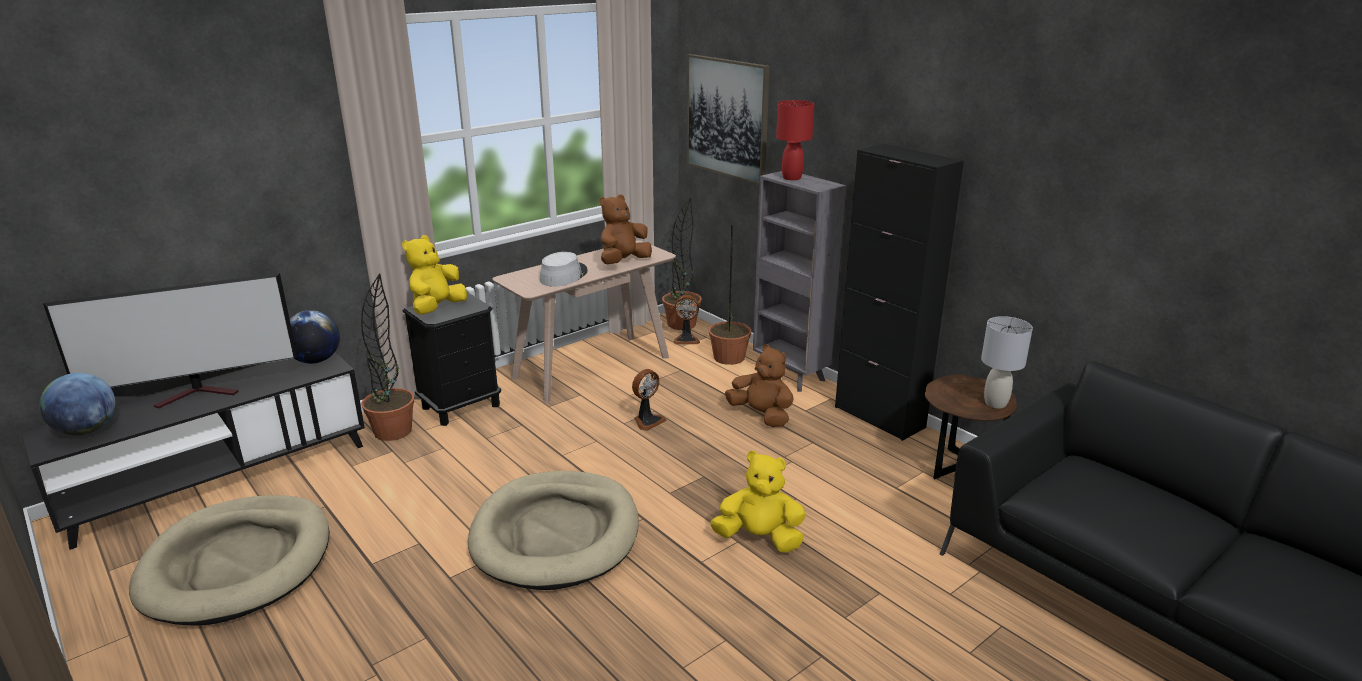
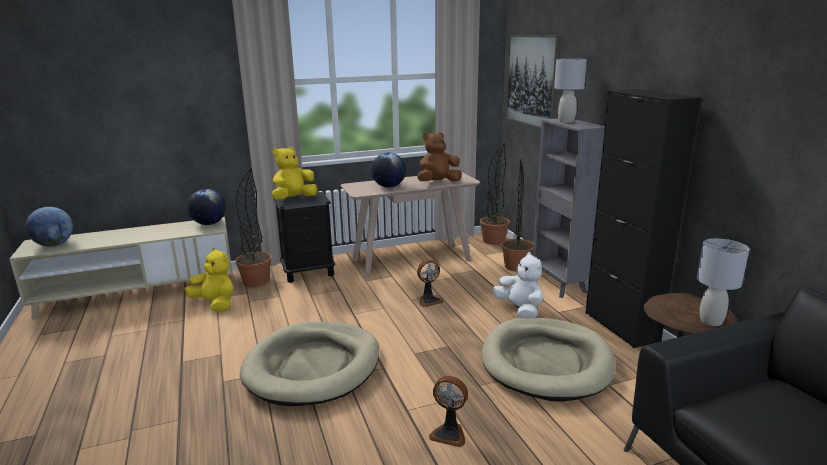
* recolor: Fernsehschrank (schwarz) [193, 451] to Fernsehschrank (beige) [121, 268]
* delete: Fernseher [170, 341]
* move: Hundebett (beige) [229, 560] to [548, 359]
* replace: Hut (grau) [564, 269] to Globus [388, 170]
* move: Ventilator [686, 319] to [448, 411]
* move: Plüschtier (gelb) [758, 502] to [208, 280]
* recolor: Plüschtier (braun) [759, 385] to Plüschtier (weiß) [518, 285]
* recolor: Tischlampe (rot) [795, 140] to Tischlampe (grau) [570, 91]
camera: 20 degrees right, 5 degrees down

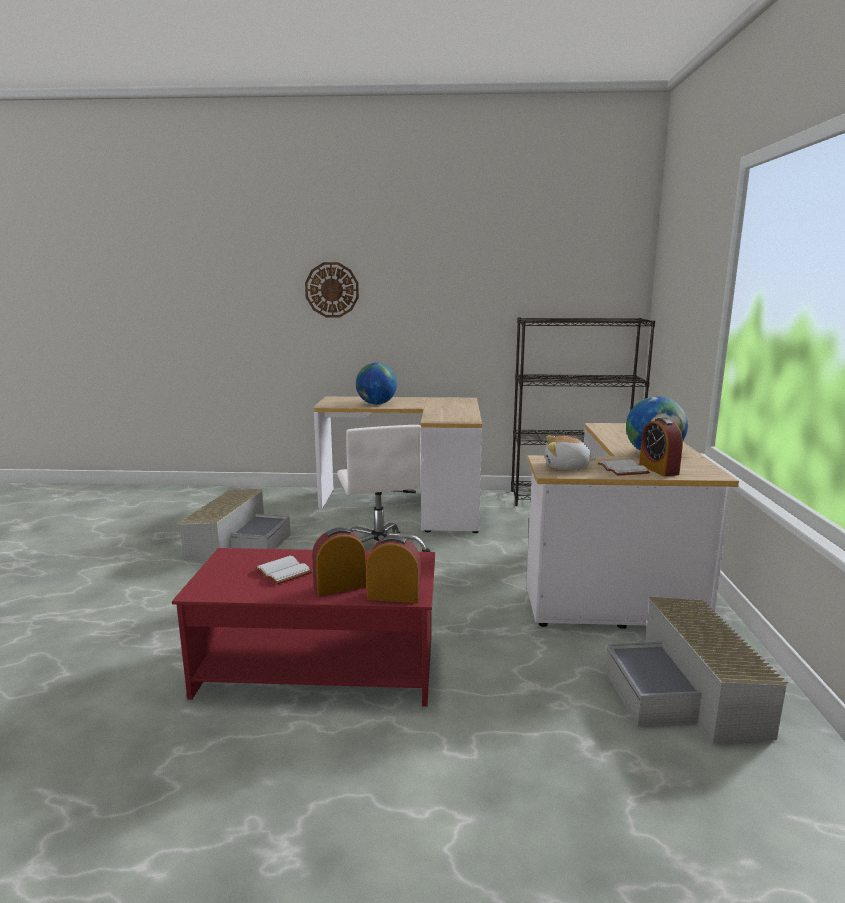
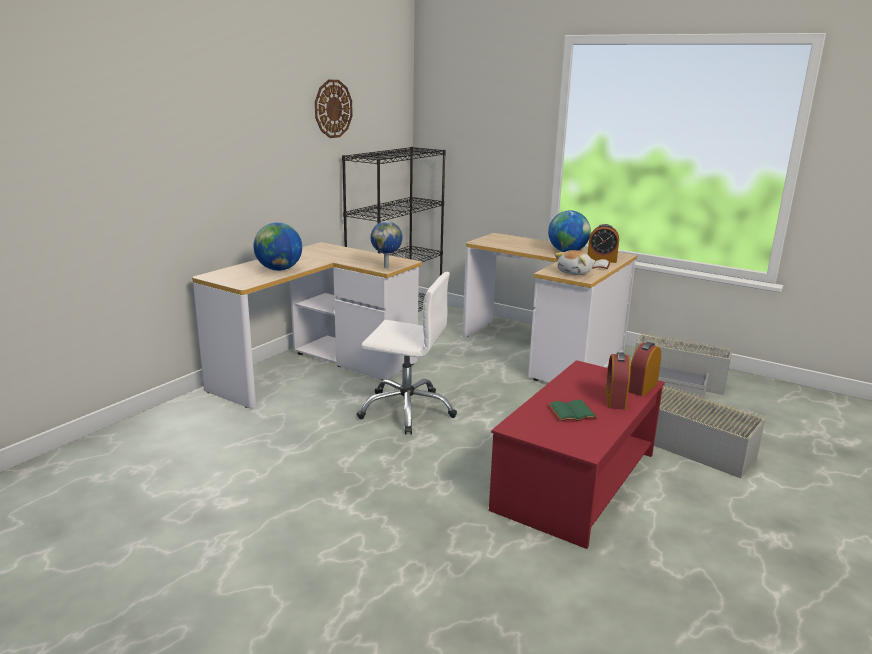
* move: Aufbewahrungsbox (grau) [235, 525] to [710, 431]
* recolor: Buch (weiß) [284, 570] to Buch (grün) [572, 410]
* move: Wanduhr [332, 290] to [334, 109]
* insert: Globus [386, 244]
camera: 60 degrees left, 5 degrees up

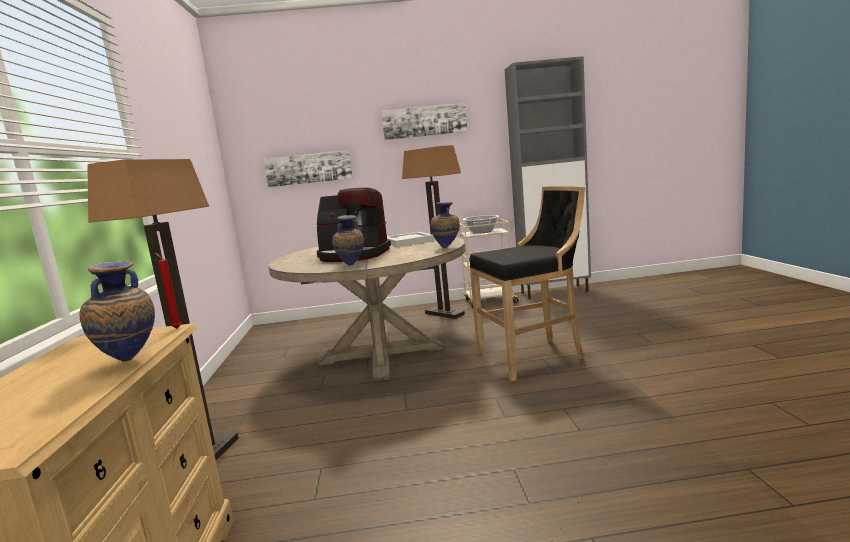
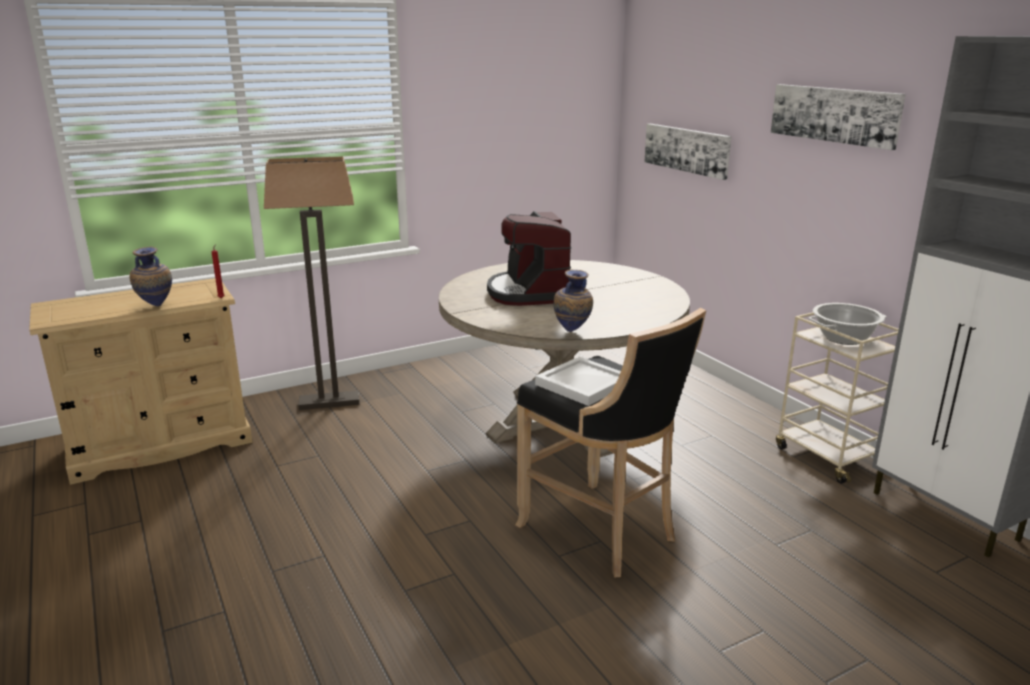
* delete: Vase [348, 240]
* move: Tablett (weiß) [410, 239] to [578, 381]
* delete: Stehlampe [433, 232]
camera: 65 degrees right, 10 degrees up

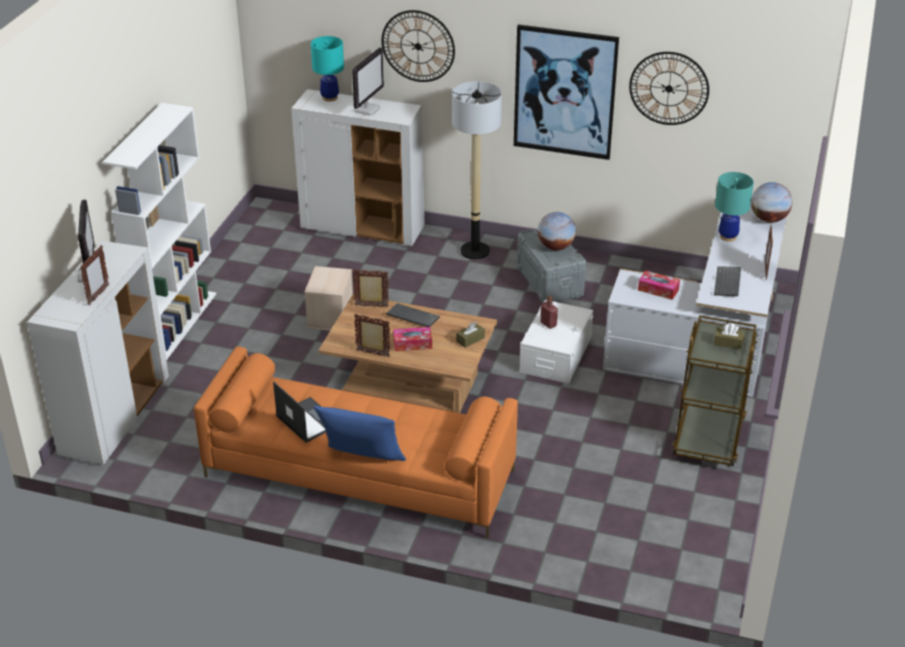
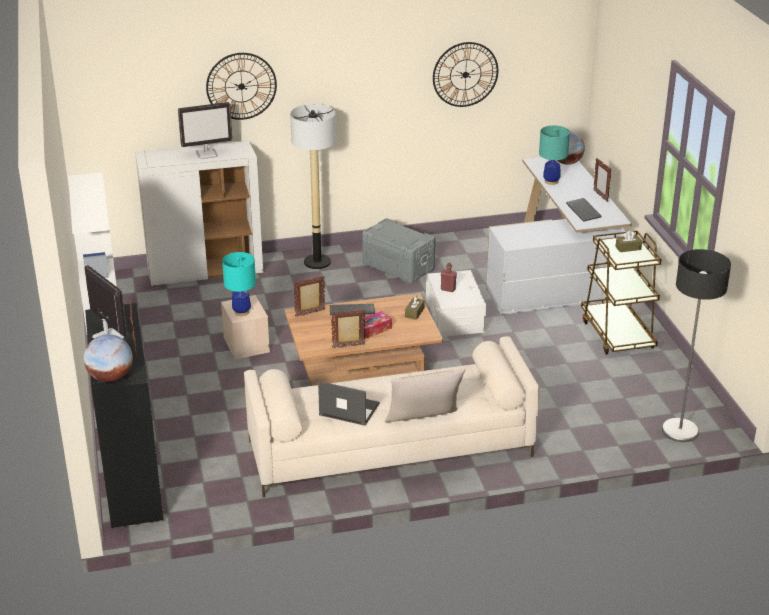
* recolor: Schrank (weiß) [98, 353] to Schrank (schwarz) [124, 415]
* recolor: Sofa (orange) [356, 442] to Sofa (beige) [392, 416]
* move: Tischlampe (türkis) [327, 69] to [239, 284]
* recolor: Kissen (blau) [360, 433] to Kissen (beige) [425, 395]
* rotate: Monitor [368, 81] = [205, 130] 75 degrees clockwise
* delete: Bild [566, 92]
* move: Globus [557, 231] to [108, 358]
* delete: Taschentuchbox [659, 285]
* insert: Stehlampe [696, 345]
camera: 30 degrees left, 5 degrees down

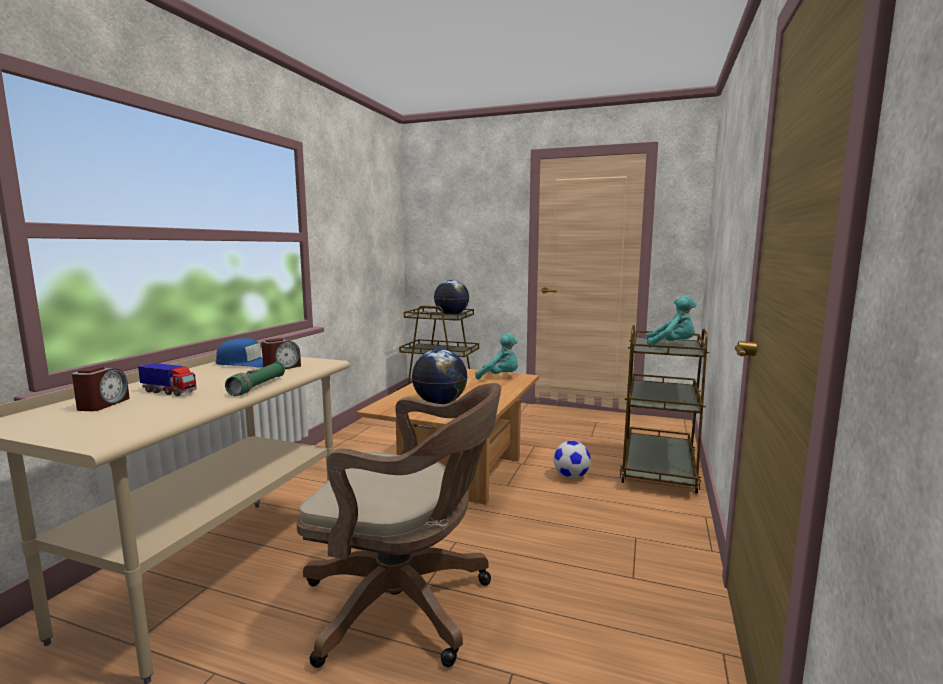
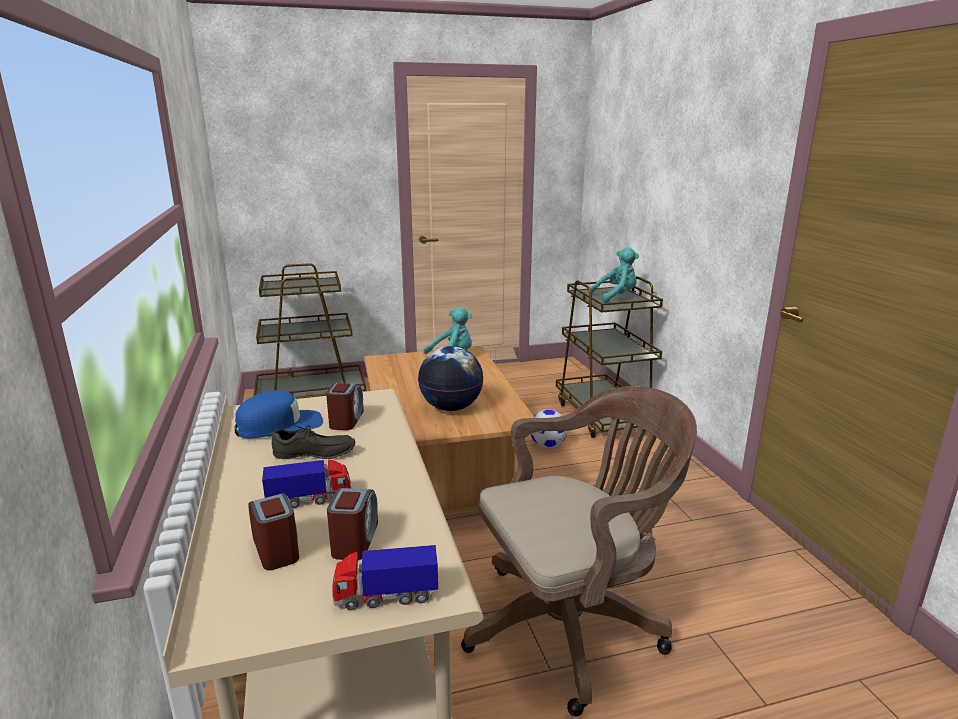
* delete: Taschenlampe (grün) [255, 378]
* delete: Globus [451, 297]
* insert: Schuh (grau) [313, 442]
* insert: Wecker [352, 524]
* insert: Spielzeuglaster [385, 577]
camera: 35 degrees left, 10 degrees up

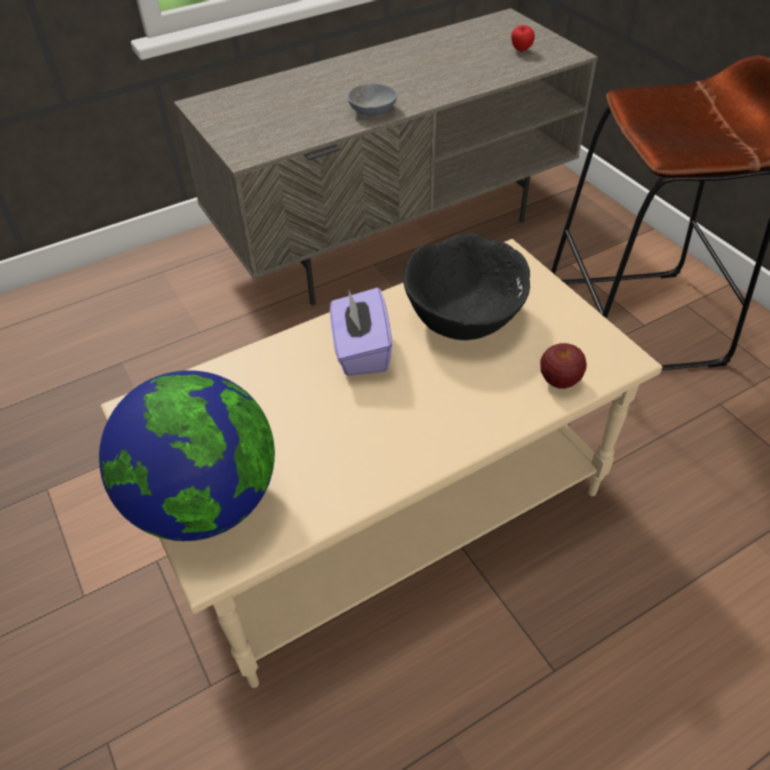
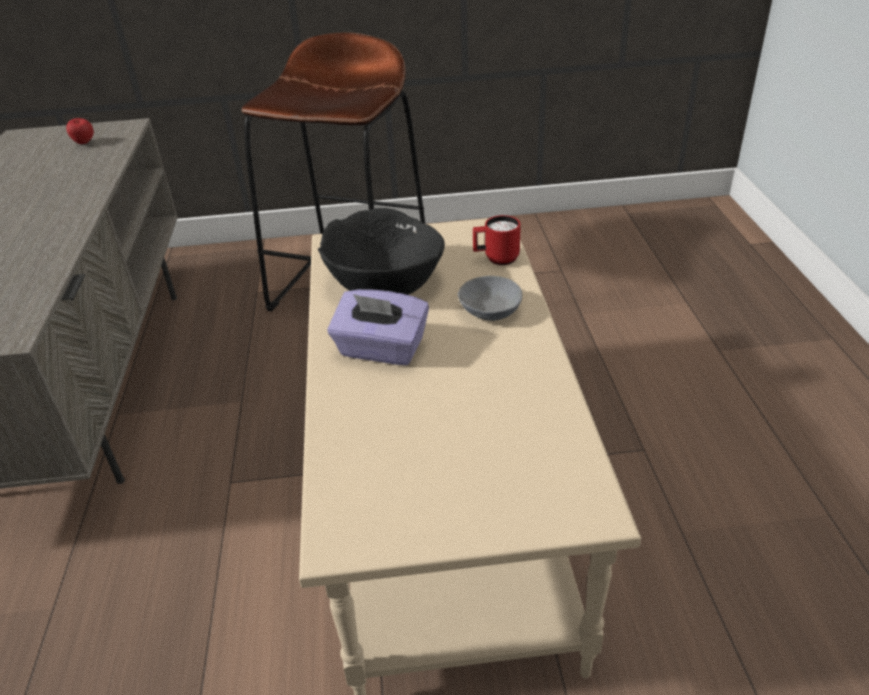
* delete: Globus [187, 455]
* move: Schüssel (grau) [372, 99] to [490, 298]
* replace: Apfel [563, 366] to Henkelbecher (rot) [497, 240]
camera: 65 degrees left, 10 degrees down

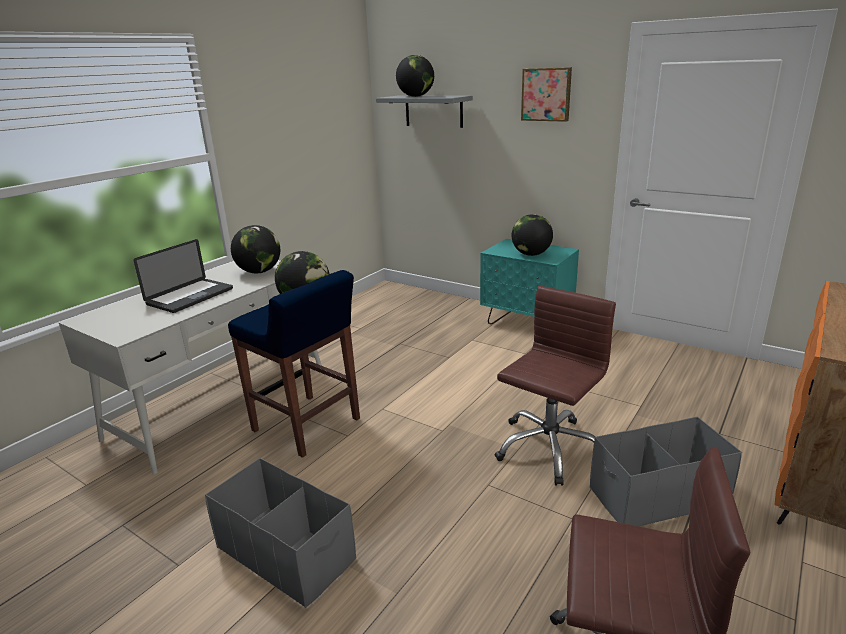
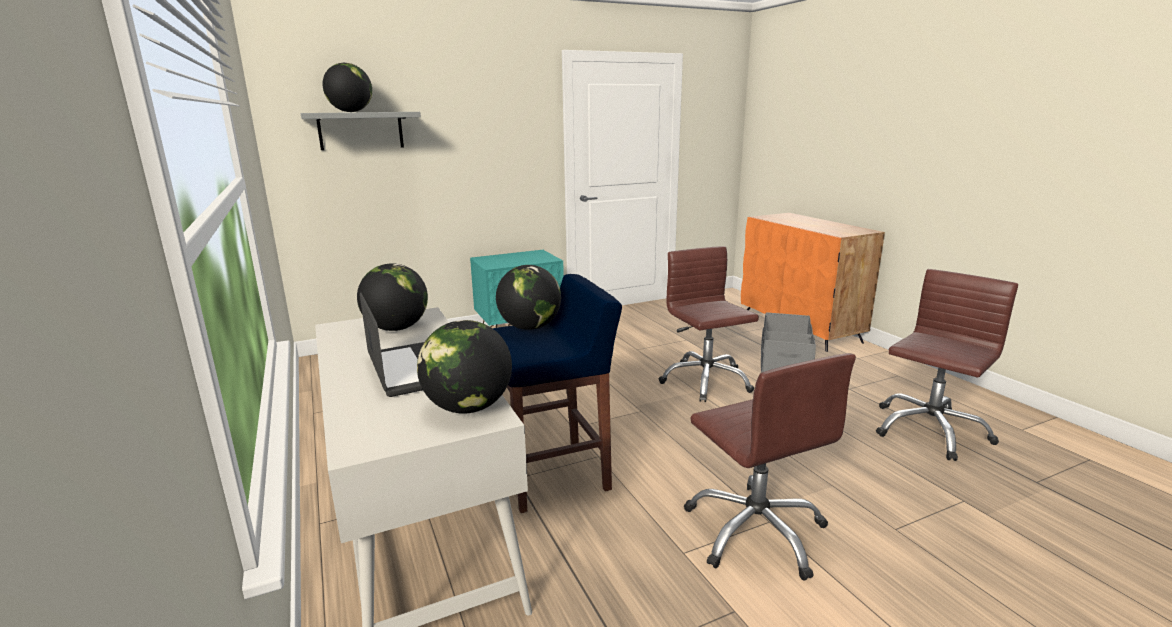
* replace: Aufbewahrungsbox (grau) [280, 533] to Bürostuhl (braun) [770, 467]
* move: Globus [532, 235] to [464, 367]
* delete: Bild [546, 94]
camera: 60 degrees left, 5 degrees down

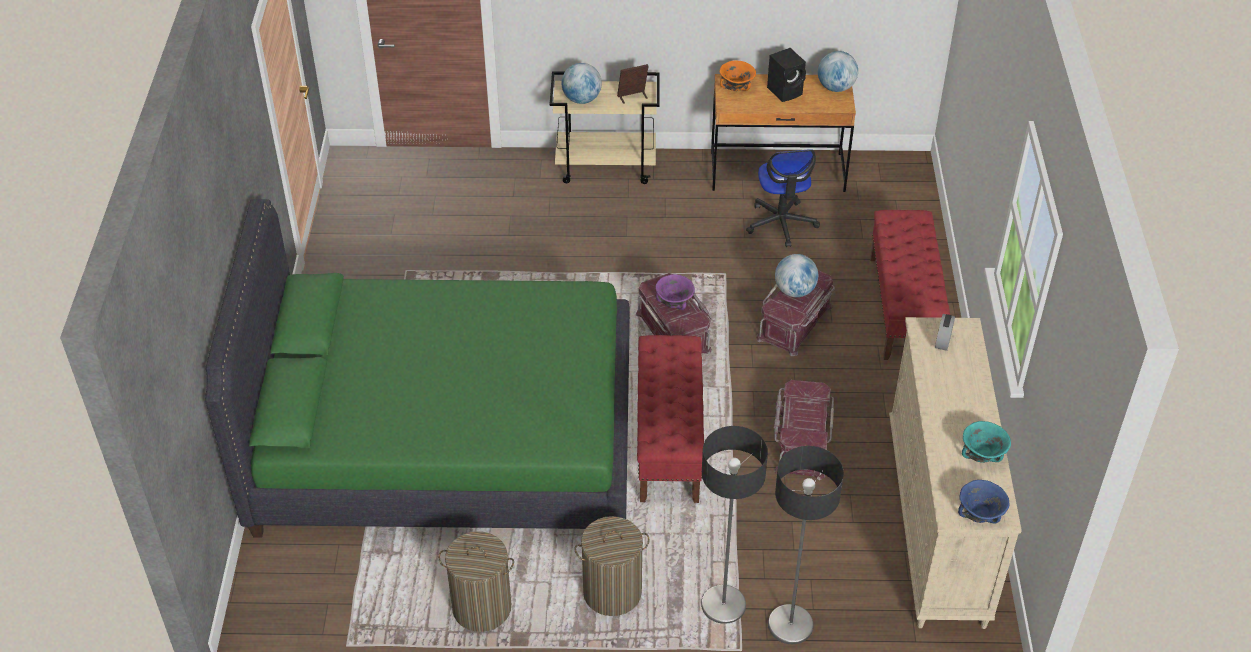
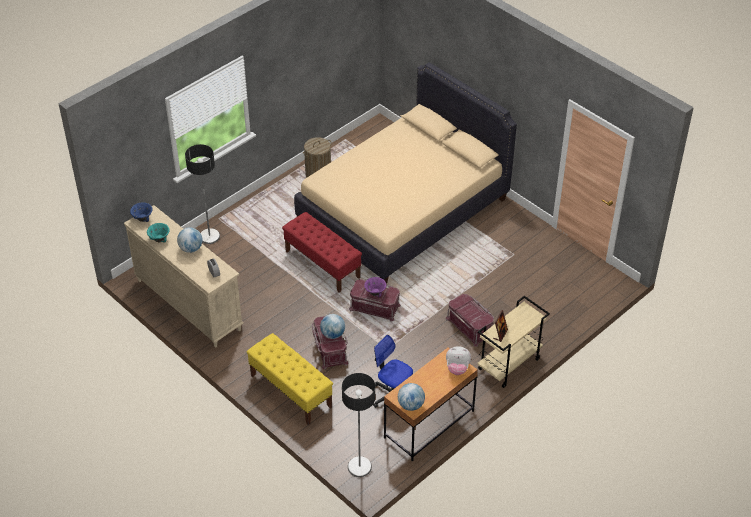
* recolor: Bett (grün) [417, 368] to Bett (beige) [405, 173]
* move: Globus [581, 83] to [190, 240]
* delete: Wäschekorb [612, 566]
* move: Stehlampe [734, 525] to [358, 425]
* replace: Schüssel (orange) [738, 75] to Plüschtier [458, 360]
* delete: Lautsprecher (schwarz) [786, 75]
* move: Aufbewahrungsbox (rot) [804, 430] to [470, 320]
* recolor: Bank (rot) [910, 285] to Bank (gelb) [290, 379]
camera: 135 degrees right, 0 degrees up

